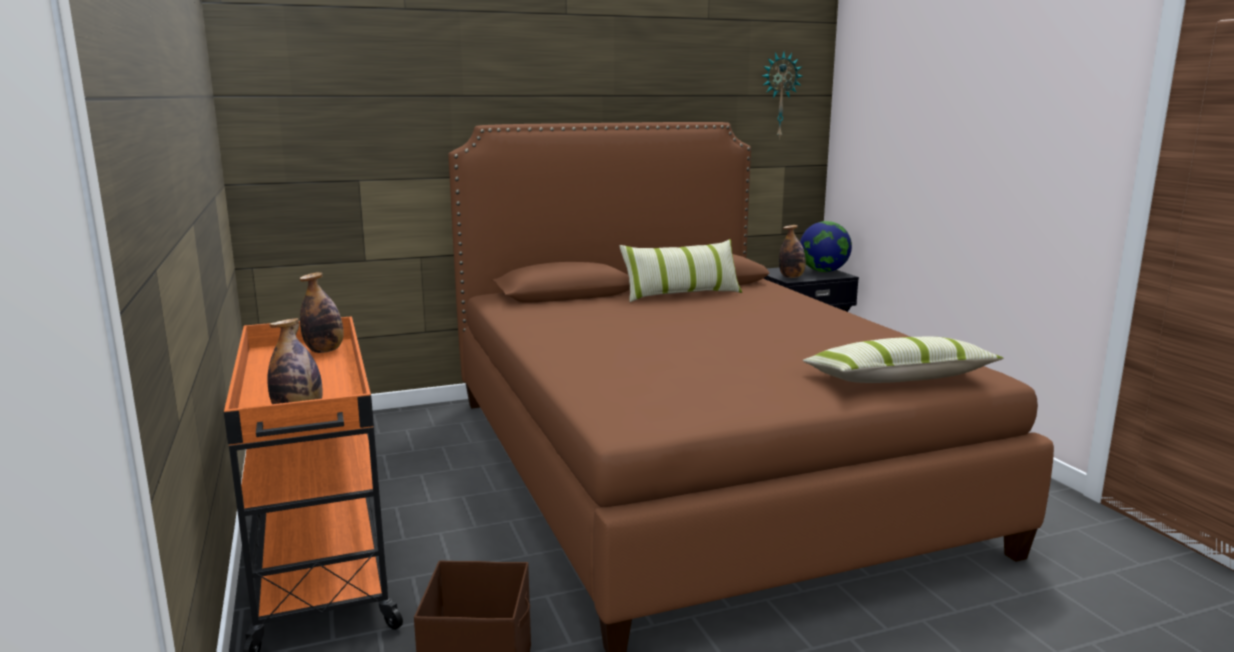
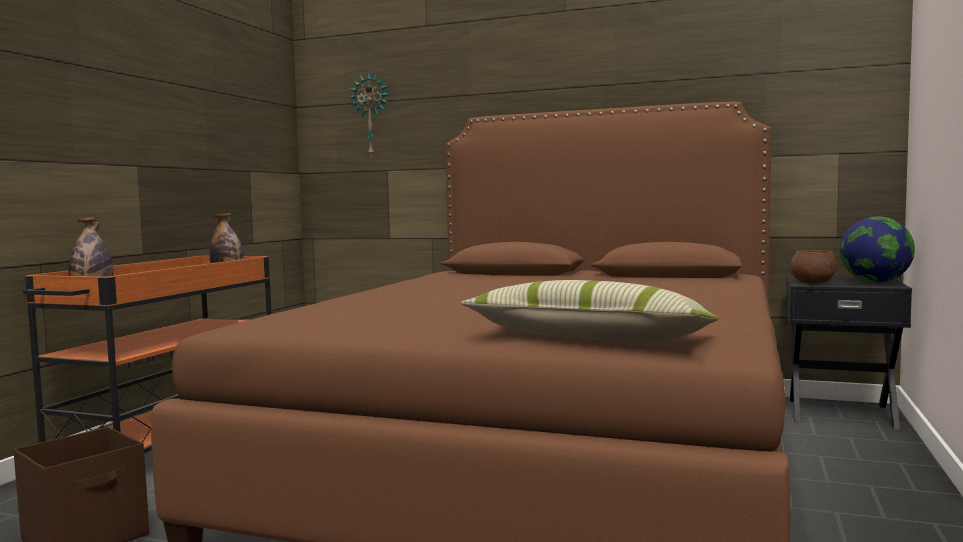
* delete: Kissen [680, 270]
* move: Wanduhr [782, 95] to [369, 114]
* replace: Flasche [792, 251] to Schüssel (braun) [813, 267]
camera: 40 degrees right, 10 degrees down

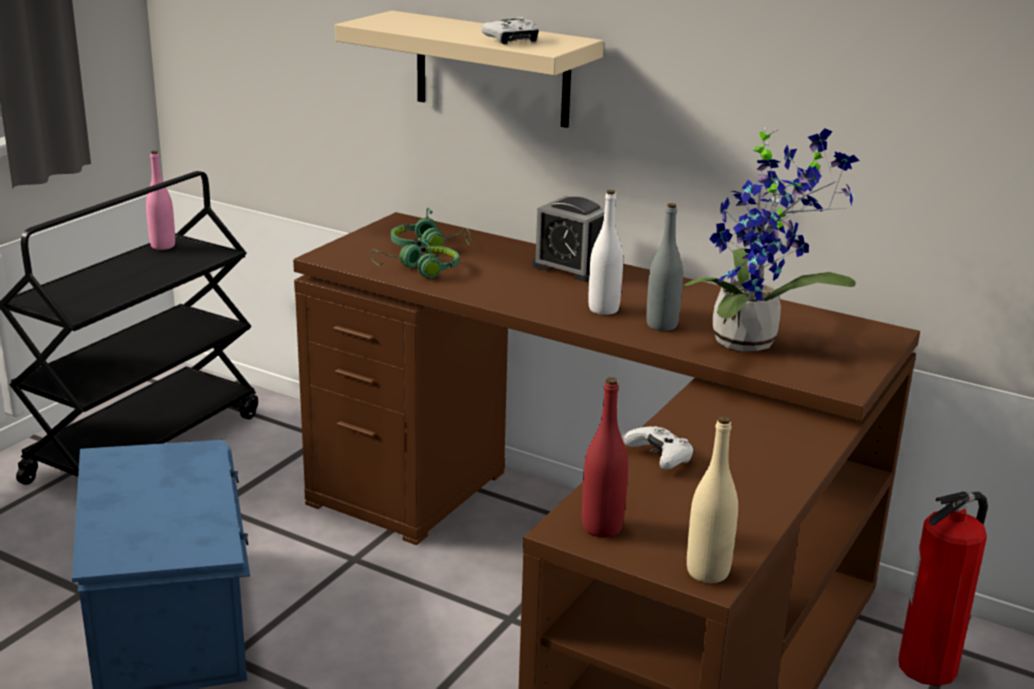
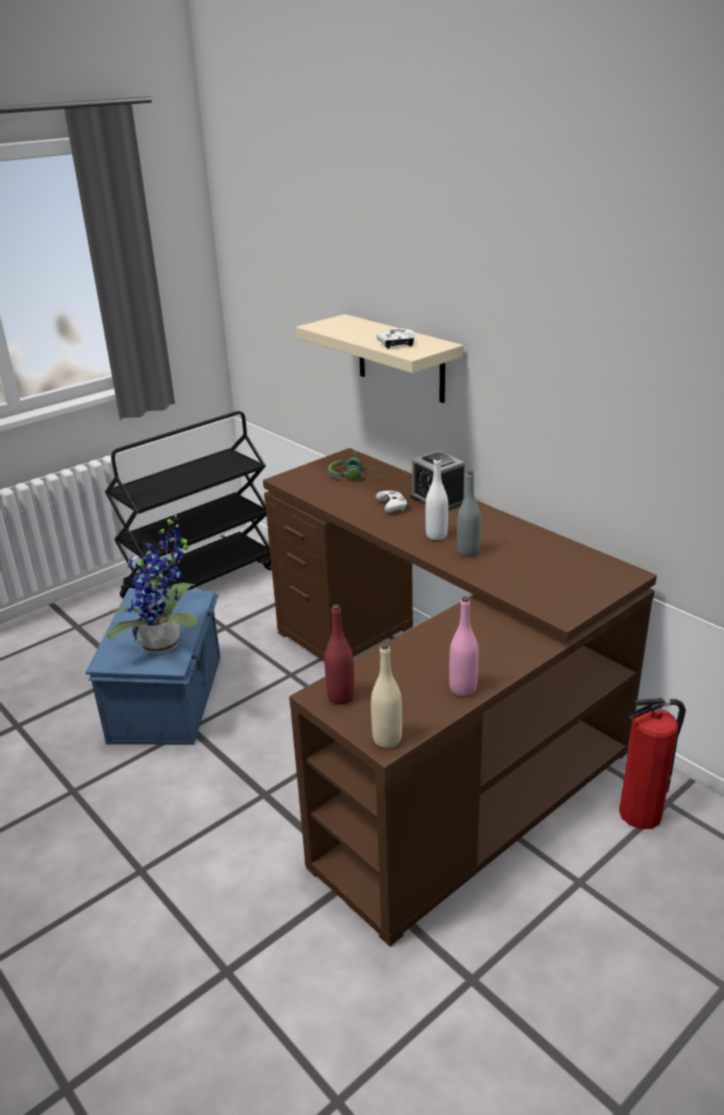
* move: Flasche (rosa) [160, 200] to [464, 646]
* delete: Kopfhörer (grün) [415, 258]
* move: Gamepad (weiß) [659, 448] to [392, 501]
* move: Topfpflanze [772, 238] to [152, 584]
camera: 20 degrees right, 5 degrees up

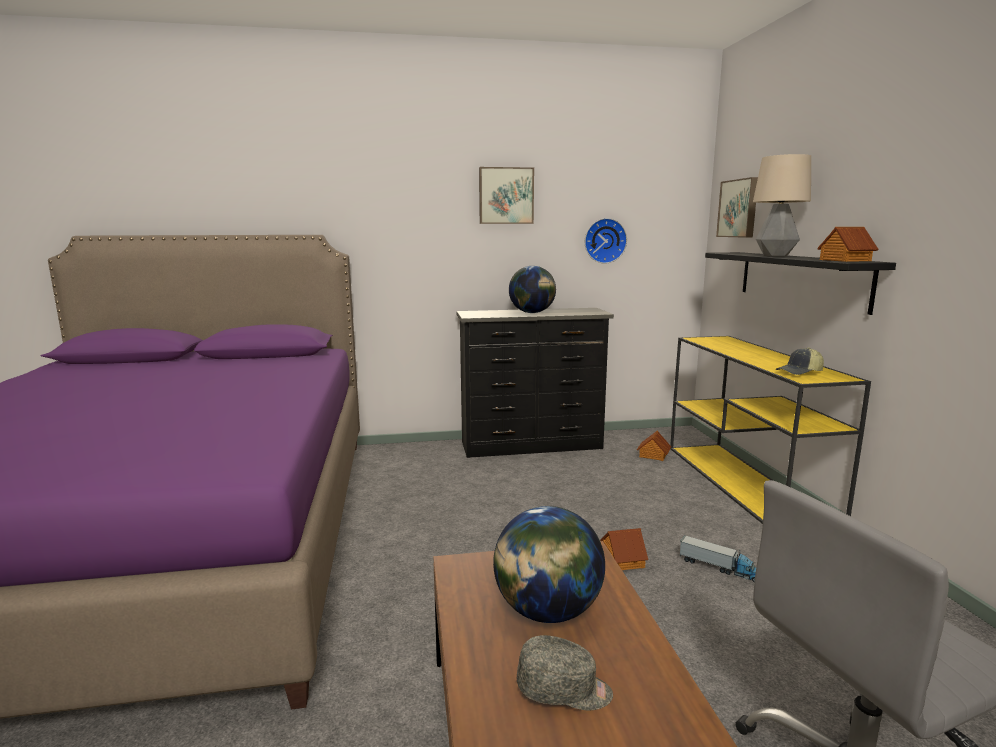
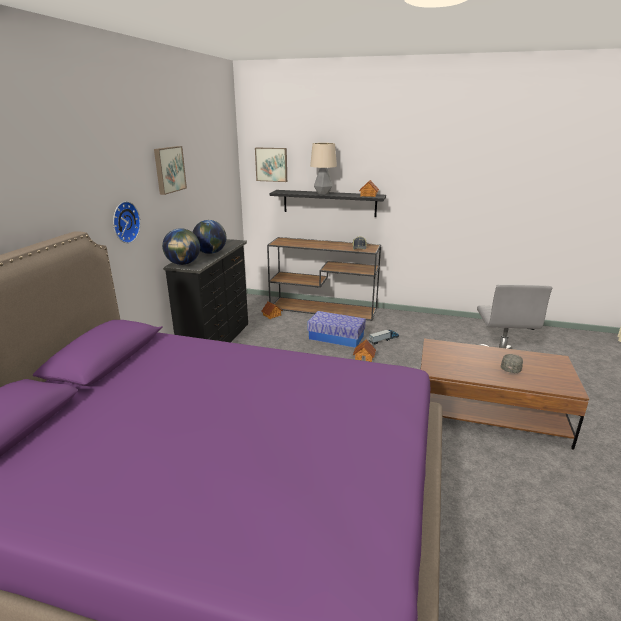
* move: Globus [549, 564] to [181, 246]
* move: Wanduhr [606, 241] to [127, 222]
* recolor: Konsolentisch (gelb) [770, 430] to Konsolentisch (braun) [324, 279]
* insert: Aufbewahrungsbox [337, 329]
camera: 65 degrees left, 10 degrees up

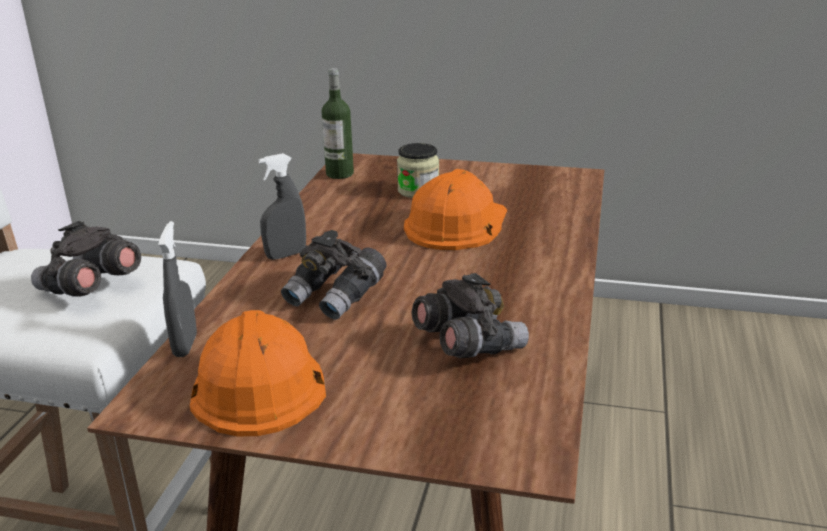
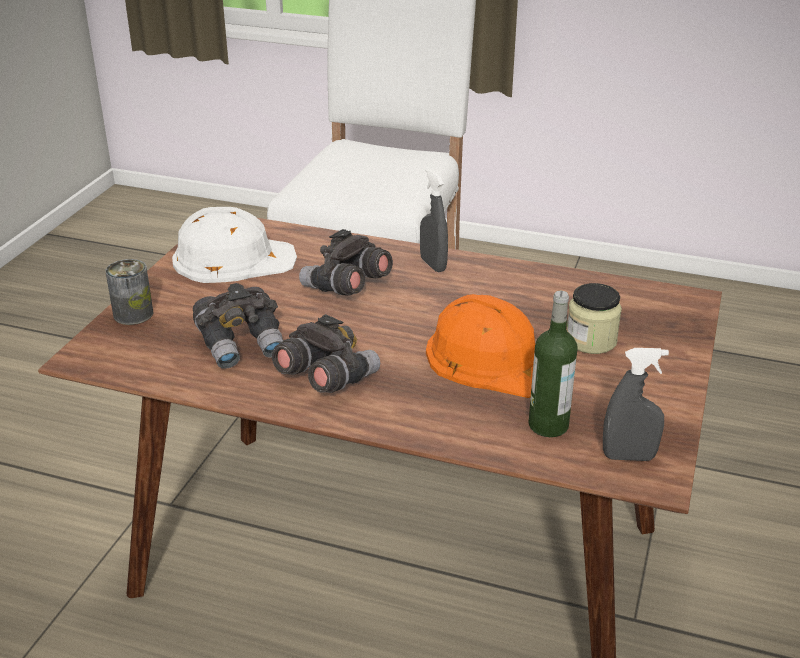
* move: Fernglas (grau) [86, 258] to [326, 353]
* move: Sprühflasche (grau) [177, 289] to [636, 404]
* recolor: Schutzhelm (orange) [258, 373] to Schutzhelm (weiß) [234, 245]
* move: Flasche [338, 123] to [553, 364]
* insert: Dose [129, 292]
camera: 95 degrees right, 5 degrees up

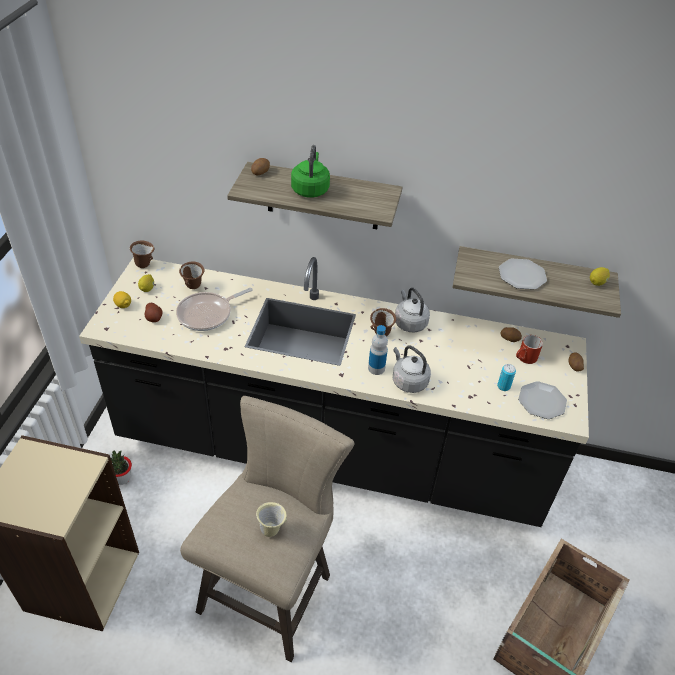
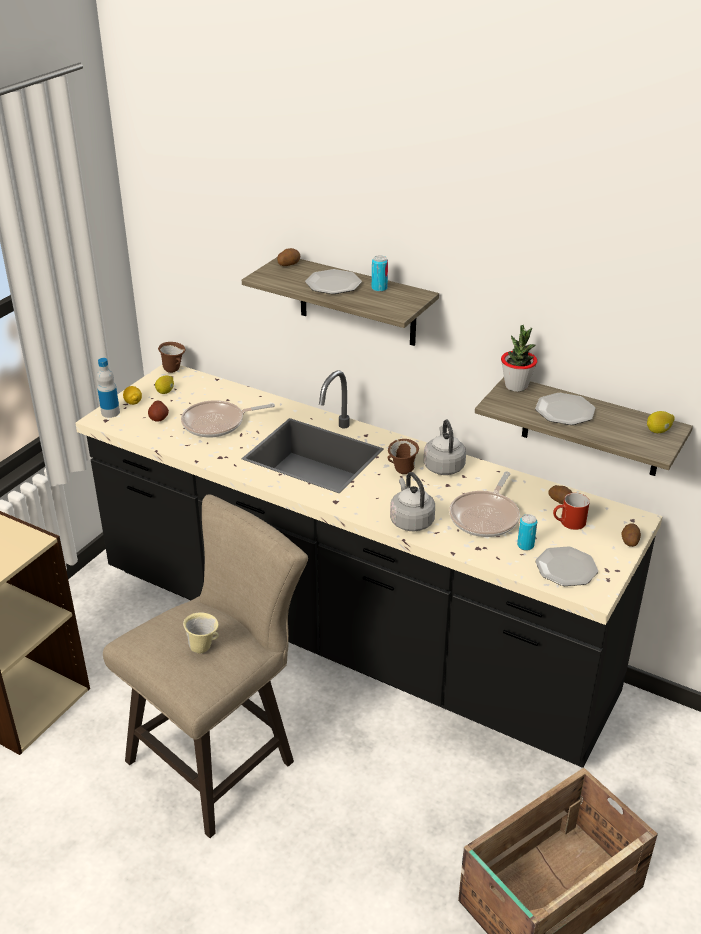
* move: Topfpflanze [121, 467] to [519, 358]
* delete: Henkelbecher (braun) [191, 275]
* replace: Wasserkessel (grün) [310, 171] to Teller [333, 281]
* move: Flasche [378, 350] to [108, 388]
* insert: Dose [380, 274]
* insert: Pfanne [484, 504]
camera: 20 degrees right, 10 degrees down

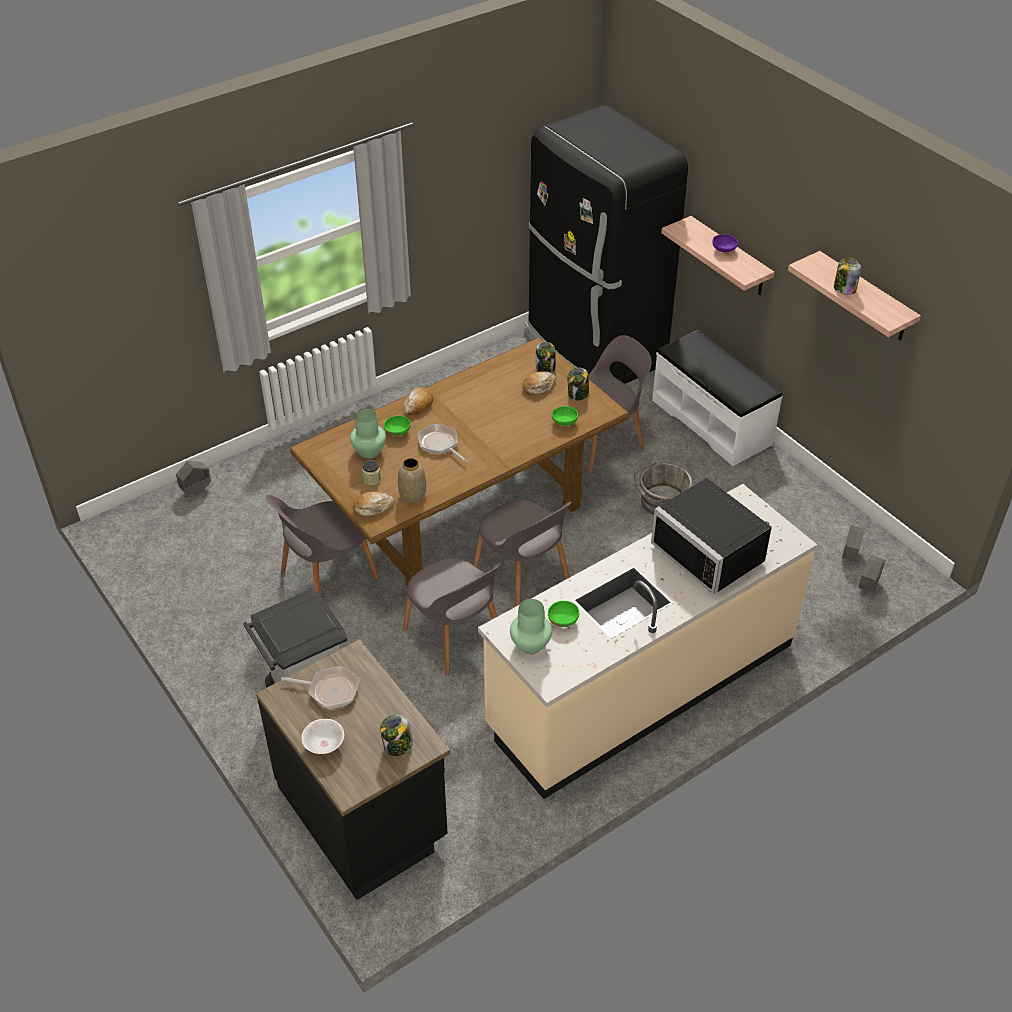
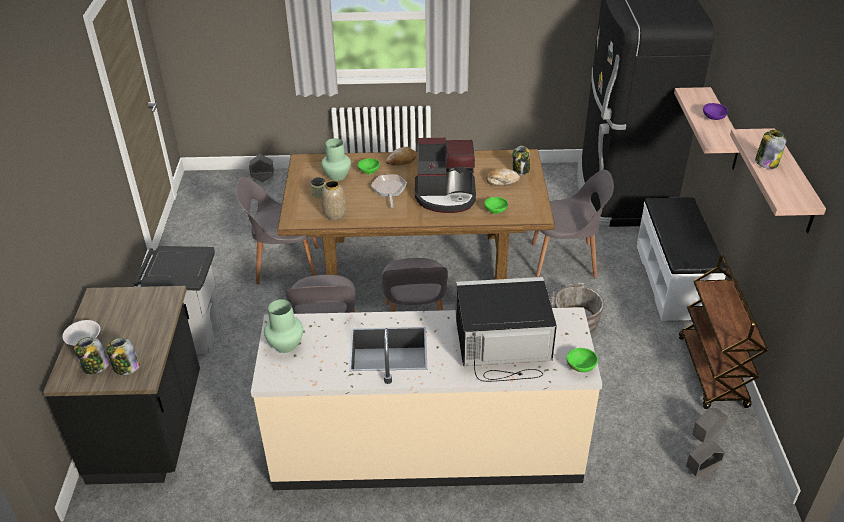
* delete: Pfanne [320, 687]
* delete: Brot [374, 504]
* move: Schüssel (grün) [563, 614] to [582, 360]
* move: Vorratsglas [578, 384] to [91, 356]
* rotate: Mikrowelle (schwarz) [711, 536] = [506, 329] 90 degrees clockwise
* insert: Kaffeemaschine [445, 175]
* insert: Rollwagen (braun) [723, 332]
camera: 35 degrees right, 5 degrees down

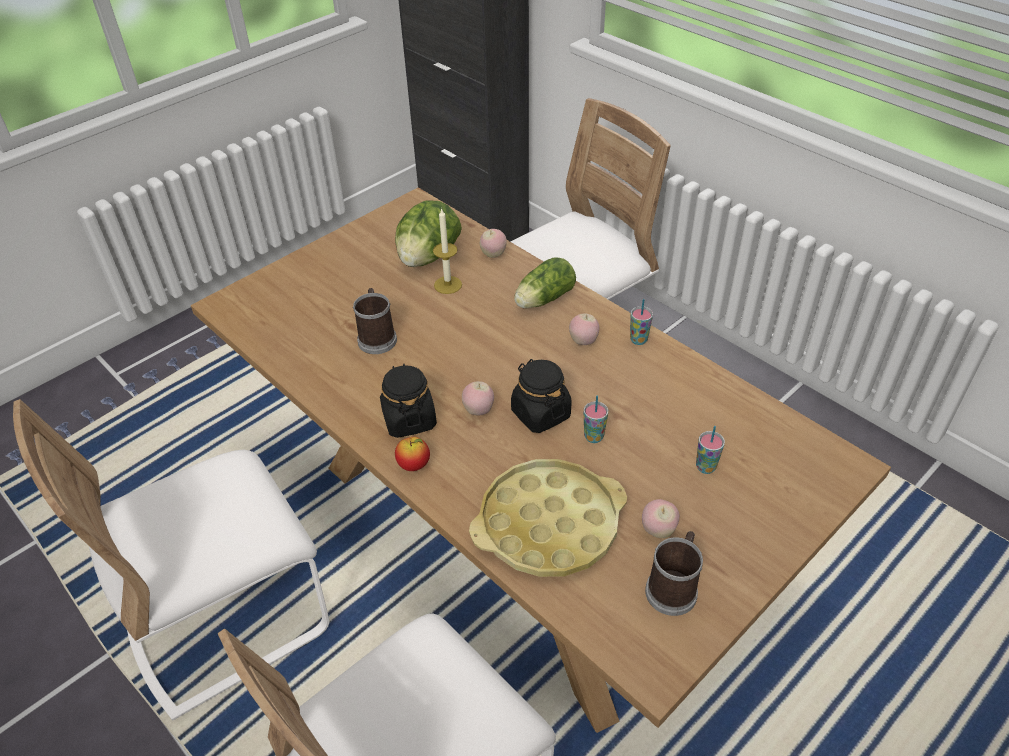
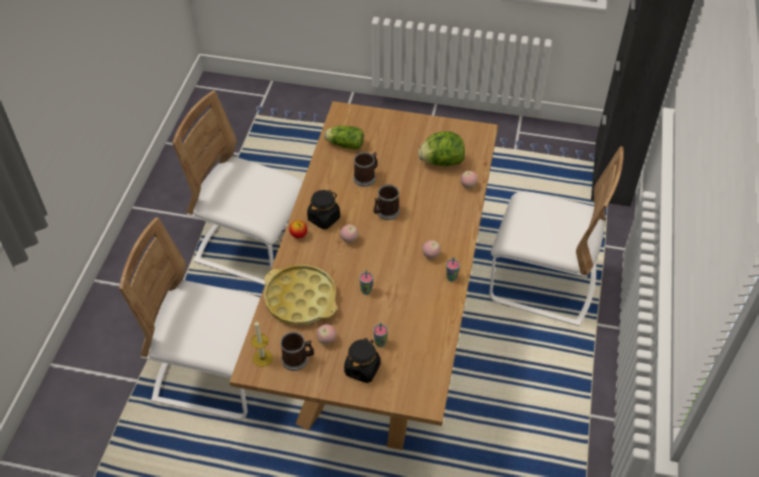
* move: Kerze [447, 251] to [262, 344]
* move: Vorratsglas (schwarz) [541, 396] to [362, 360]
* move: Salatkopf [545, 282] to [344, 138]
* insert: Henkelbecher [386, 202]
camera: 55 degrees right, 5 degrees up

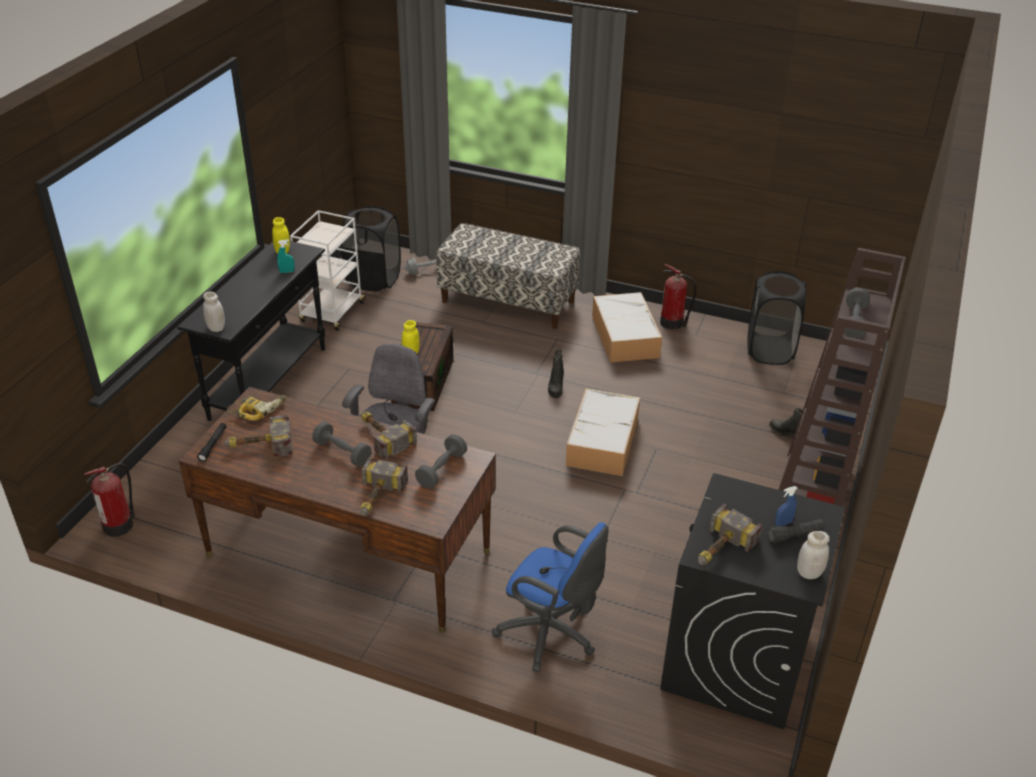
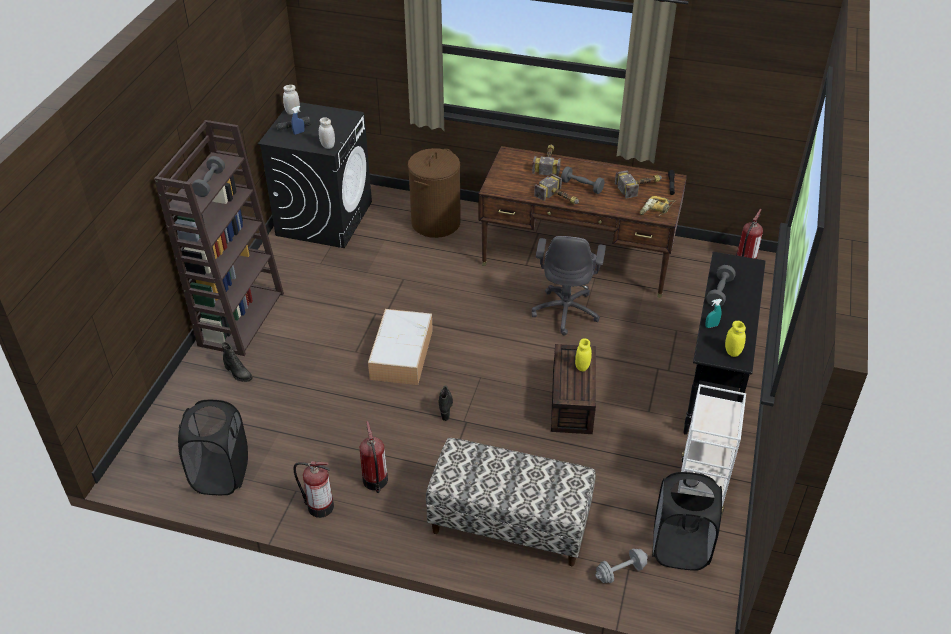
* move: Vorratsglas (weiß) [214, 312] to [327, 133]
* move: Hantel (grau) [441, 461] to [721, 286]
* replace: Bürostuhl (blau) [550, 597] to Wäschekorb (braun) [434, 193]
* replace: Aufbewahrungsbox [627, 327] to Feuerlöscher [374, 457]
* delete: Hammer [730, 534]
camera: 175 degrees right, 5 degrees up

